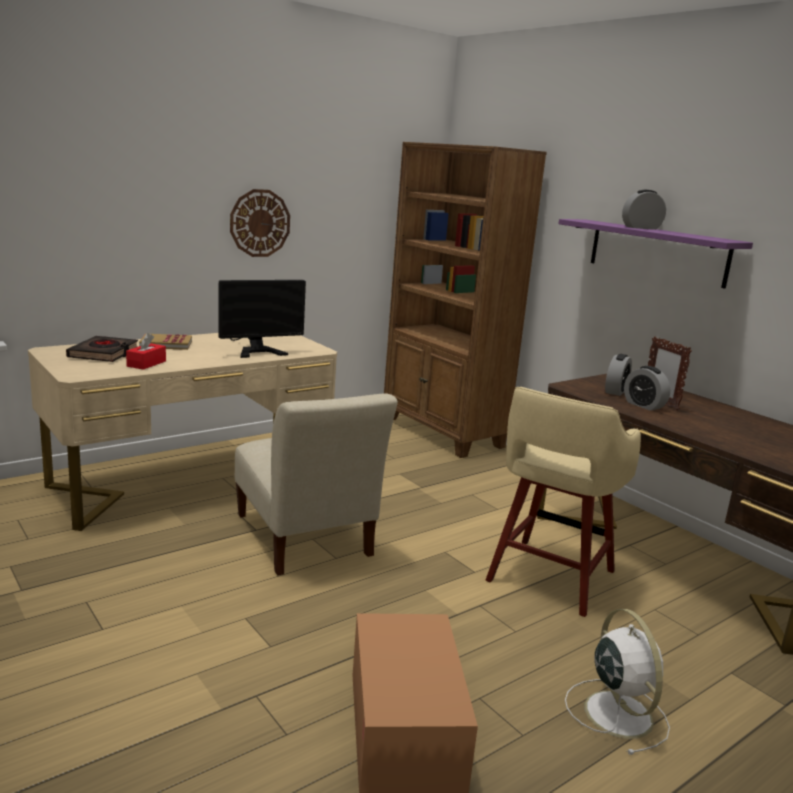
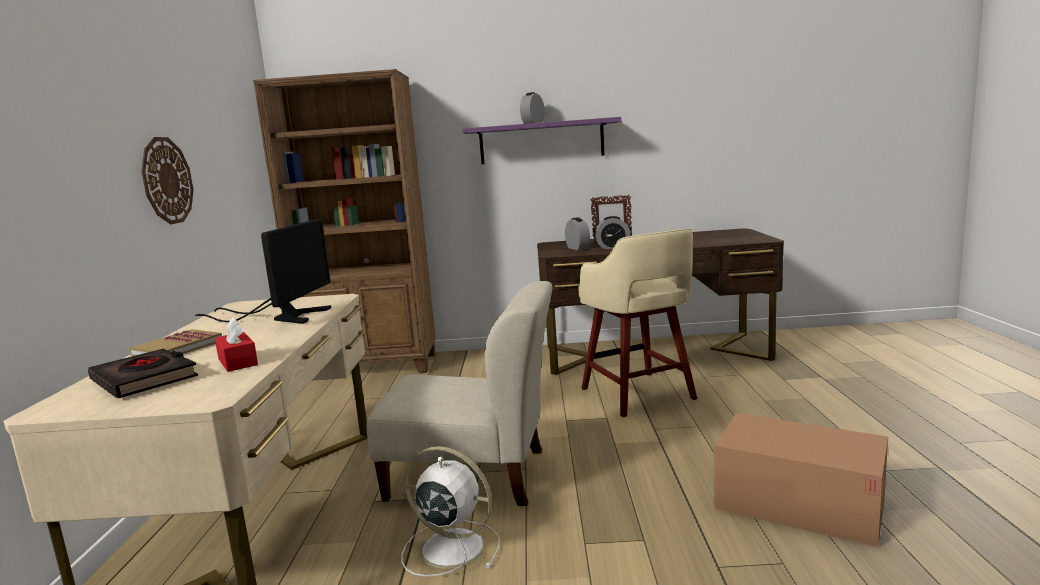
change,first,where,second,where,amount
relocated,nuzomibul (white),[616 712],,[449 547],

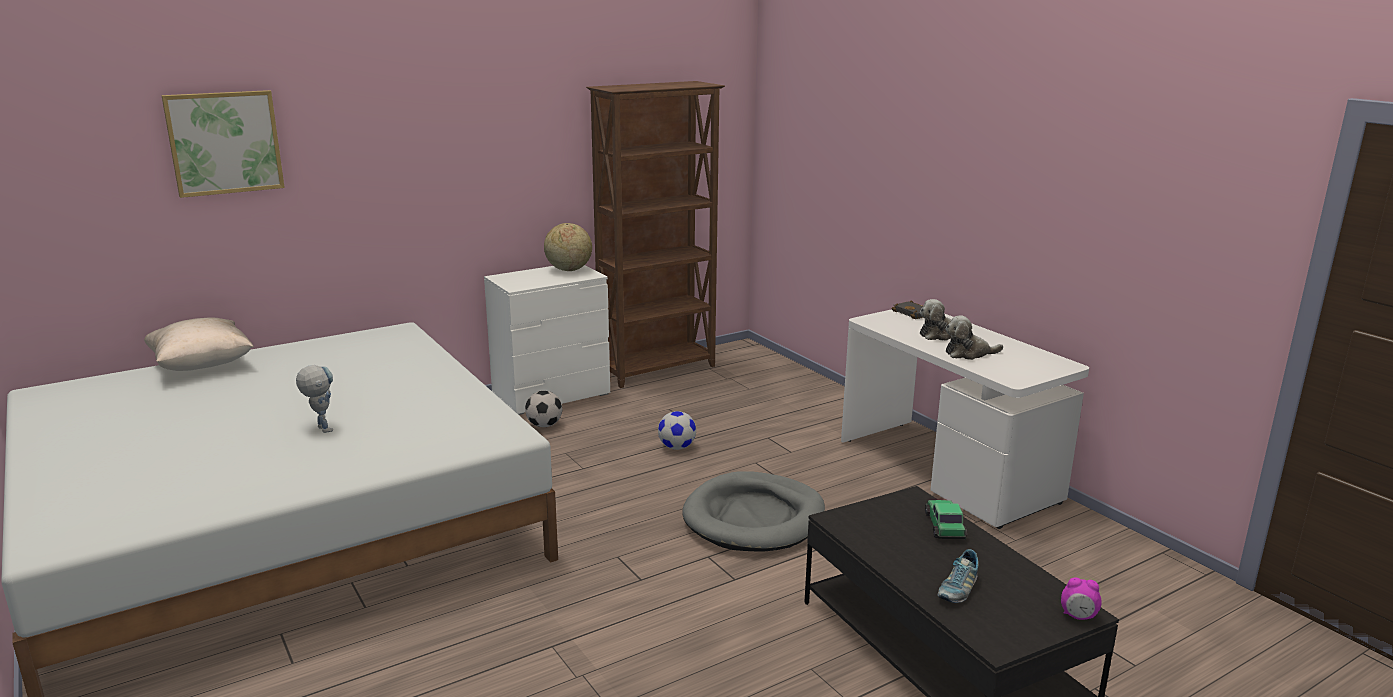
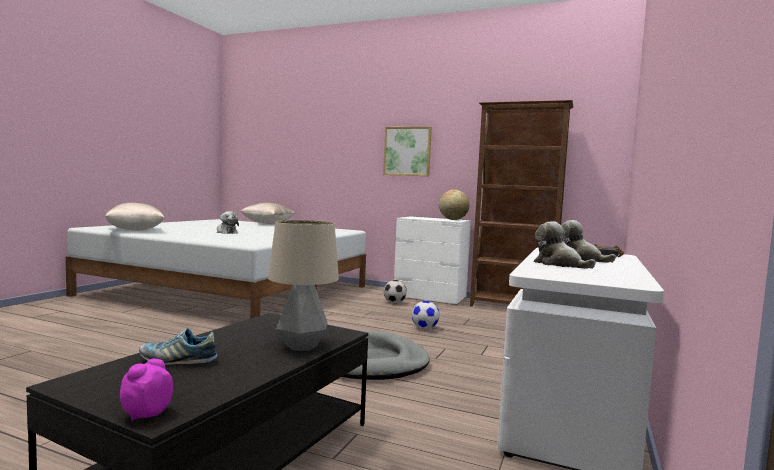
change,first,where,second,where,amount
appeared,,,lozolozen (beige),[134 230],
relocated,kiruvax,[224 142],,[407 151],
exchanged,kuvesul,[321 427],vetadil,[226 232],
exchanged,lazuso,[944 525],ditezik,[301 346],
spun,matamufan,[1078 616],,[146 414],45 degrees clockwise

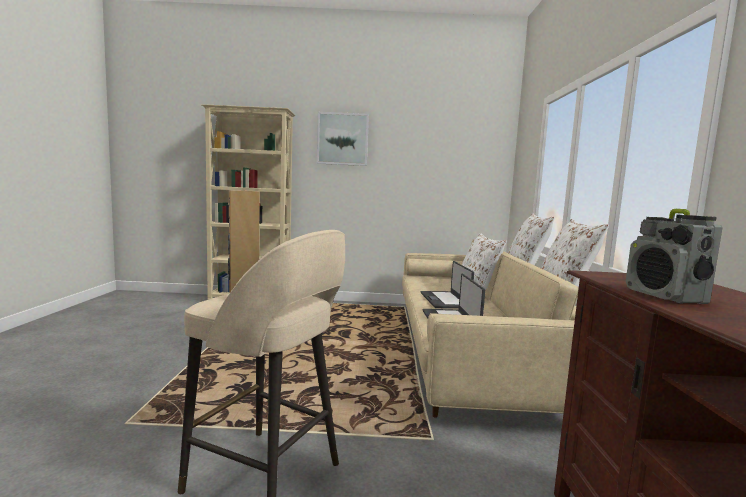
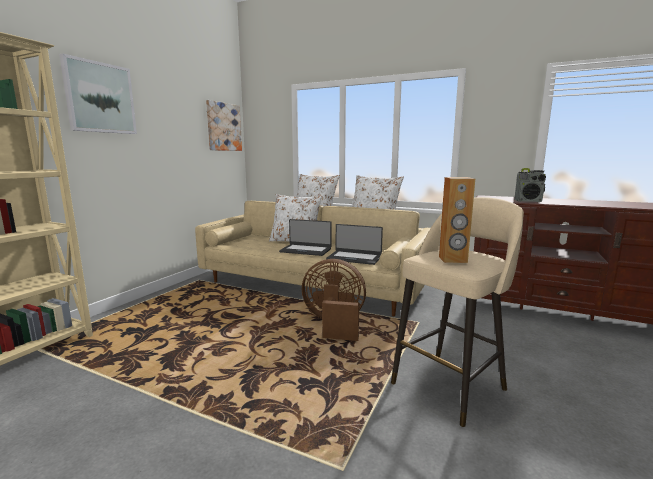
change,first,where,second,where,amount
appeared,,,kiruvax,[223 127],
appeared,,,nuzomibul (brown),[334 324],

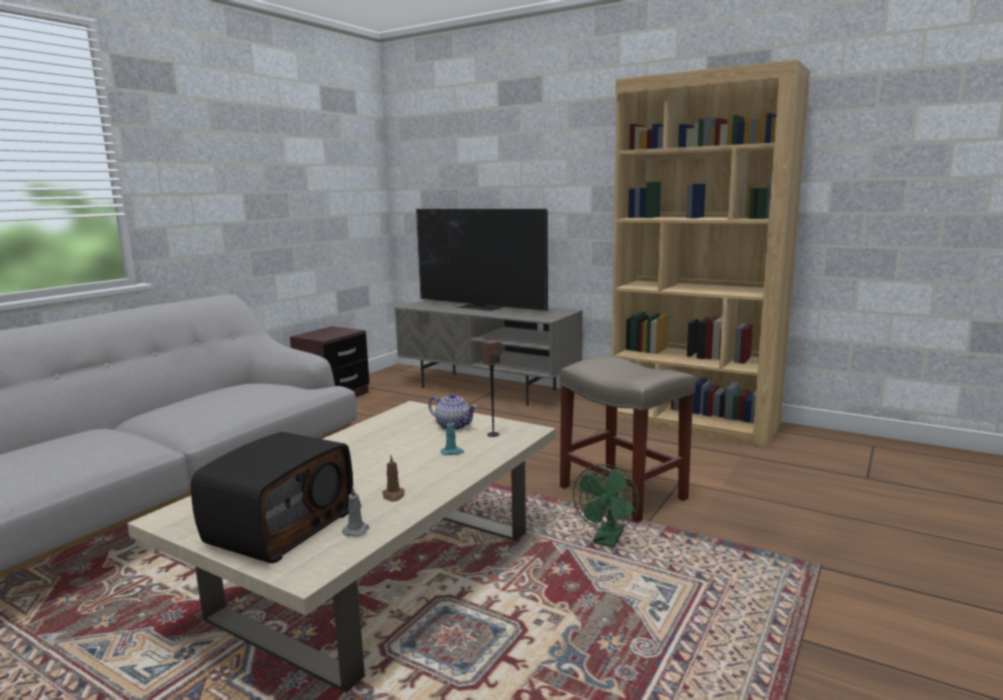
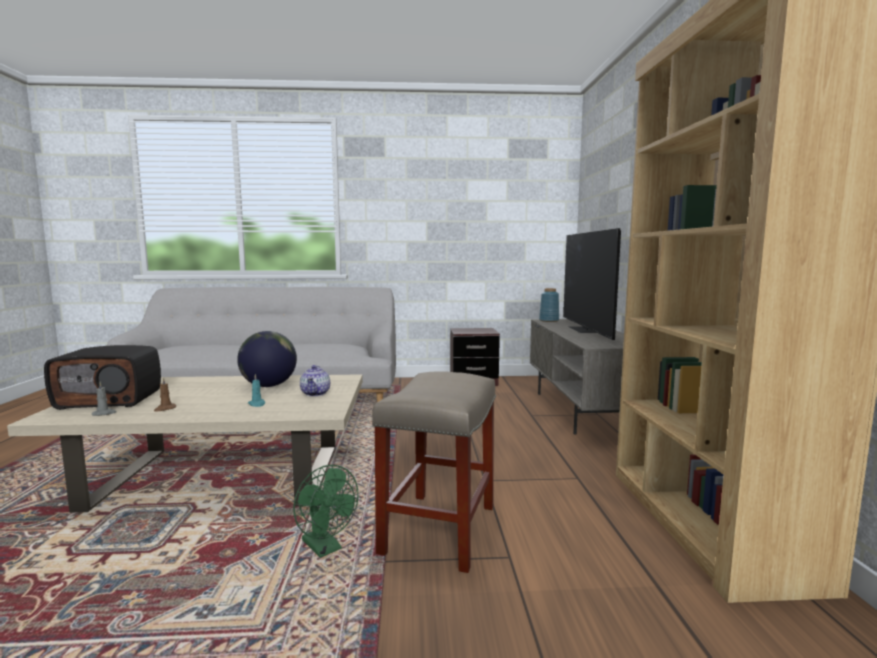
change,first,where,second,where,amount
missing,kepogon,[493 434],,,
appeared,,,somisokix,[269 385],
appeared,,,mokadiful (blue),[549 320],
spun,nuzomibul (green),[607 541],,[325 548],120 degrees counterclockwise

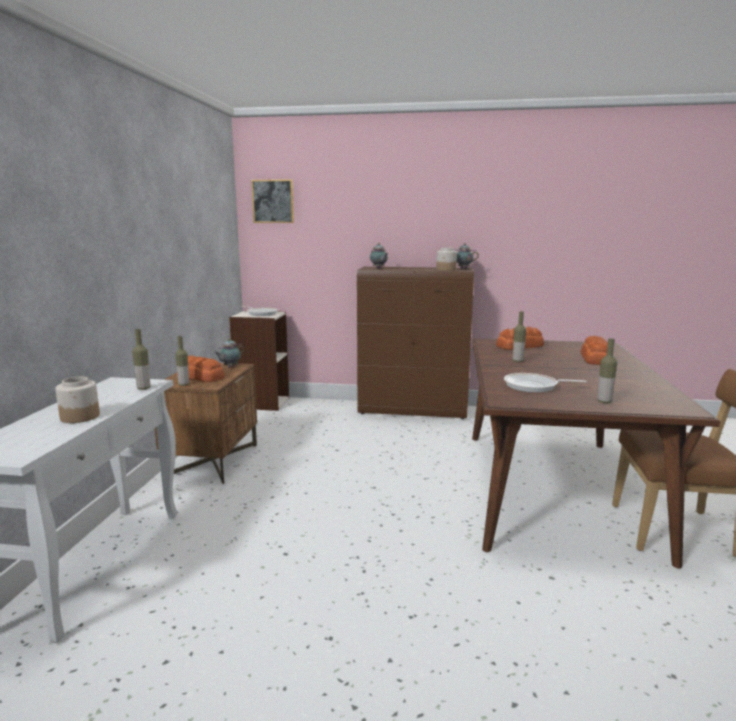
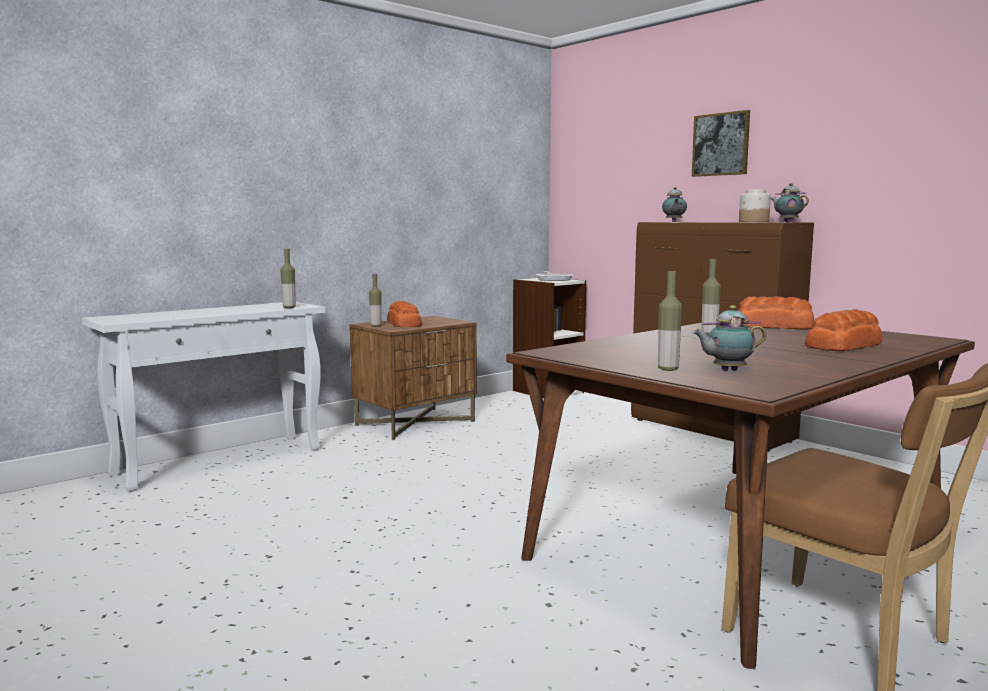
change,first,where,second,where,amount
missing,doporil,[80 417],,,
missing,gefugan,[533 386],,,
relocated,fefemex,[230 367],,[726 371],
relocated,kiruvax,[273 201],,[721 144],

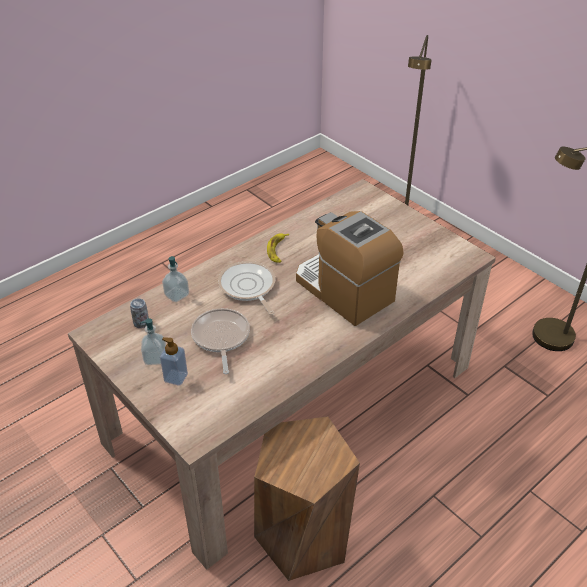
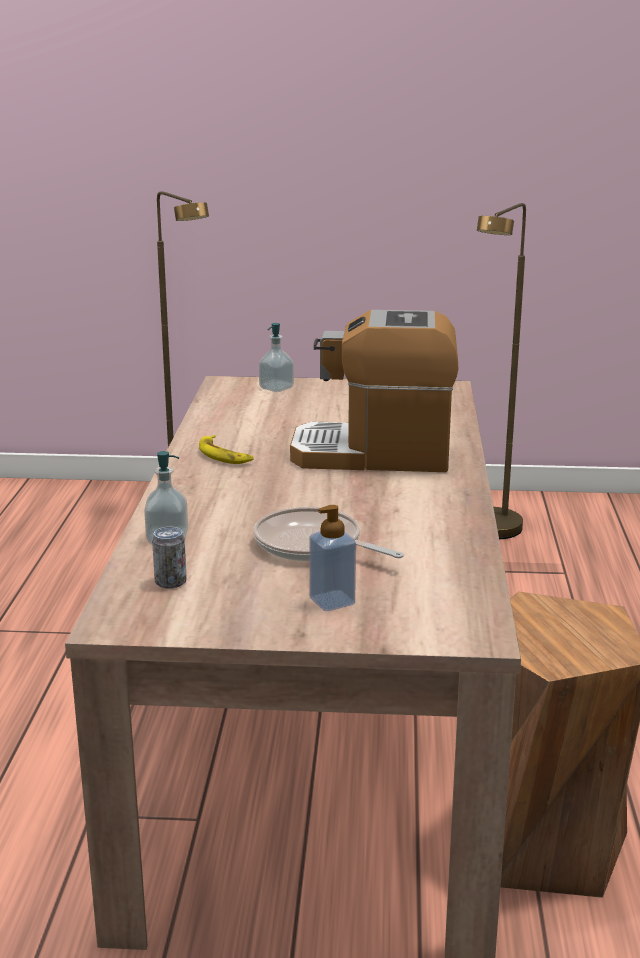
change,first,where,second,where,amount
missing,gefugan,[248 287],,,
relocated,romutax,[155 358],,[276 388],

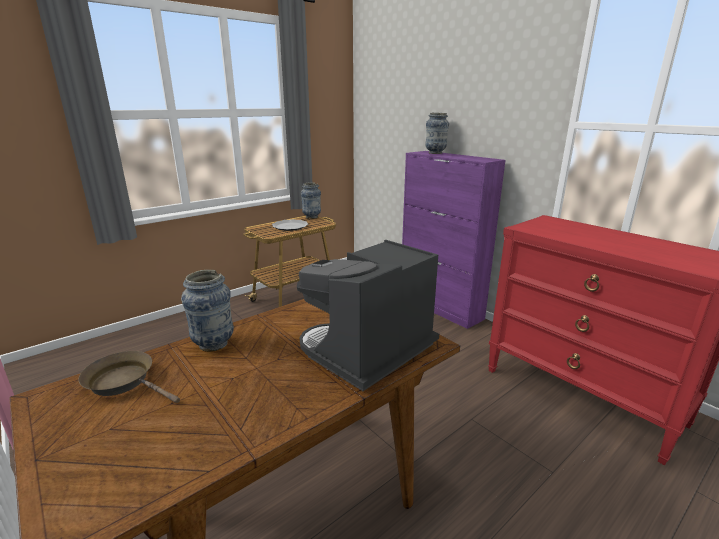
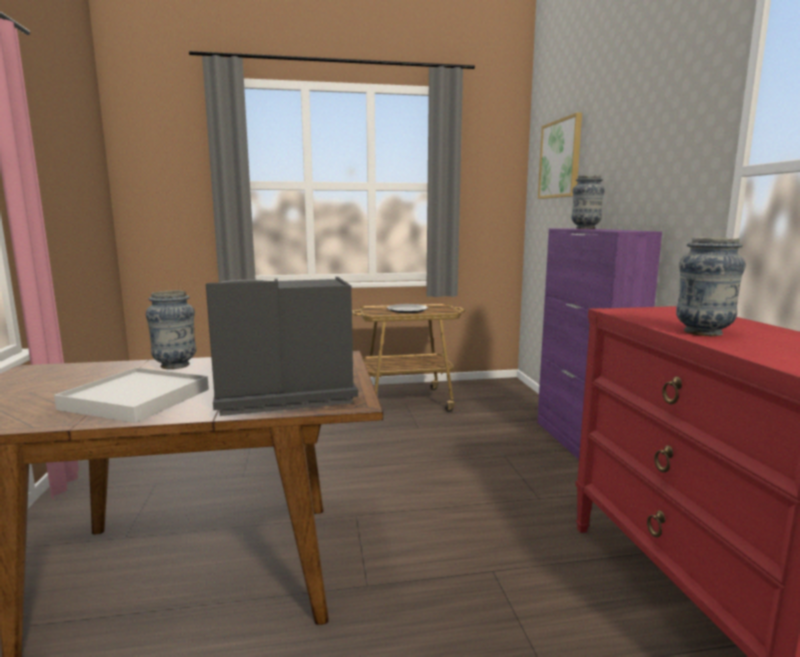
change,first,where,second,where,amount
missing,gefugan (brown),[124 382],,,
appeared,,,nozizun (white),[136 399],
appeared,,,kiruvax,[560 159],
relocated,mokadiful,[311 217],,[703 332],

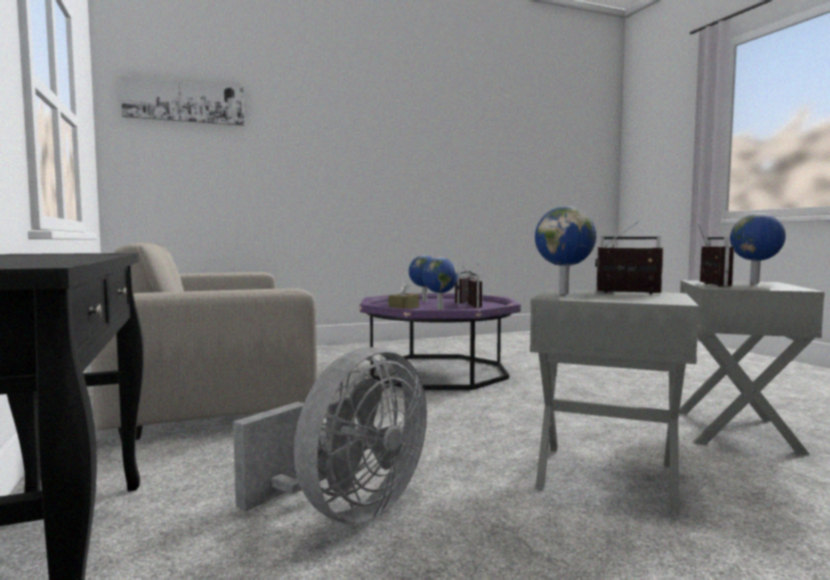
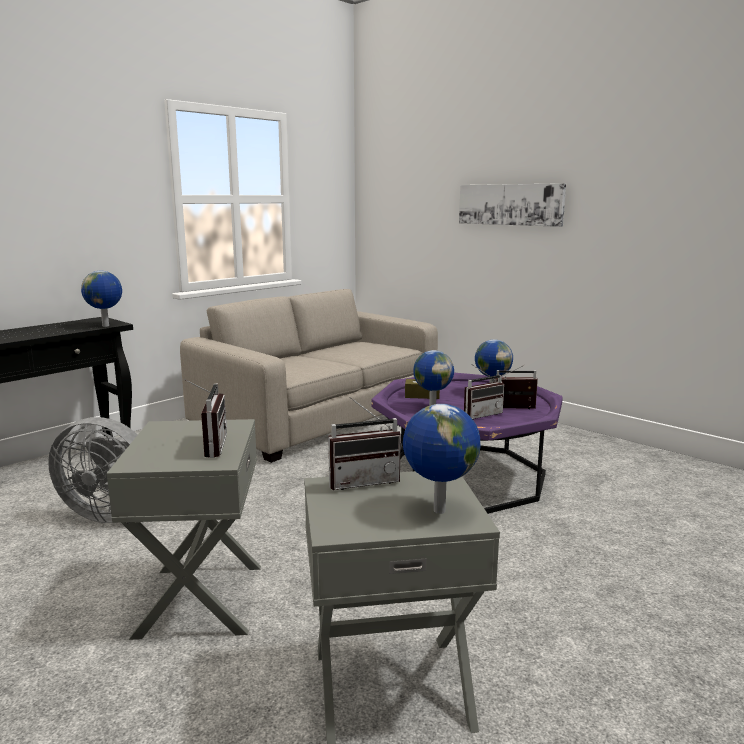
change,first,where,second,where,amount
relocated,kiruvax,[184 102],,[510 204],
relocated,somisokix,[564 293],,[106 326],

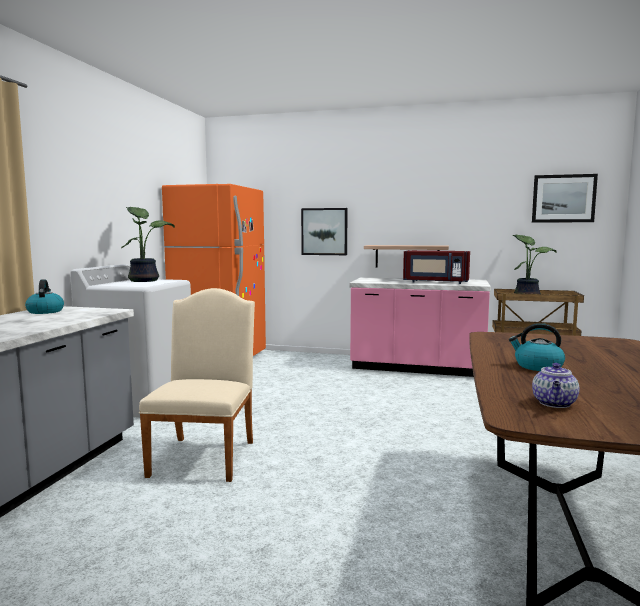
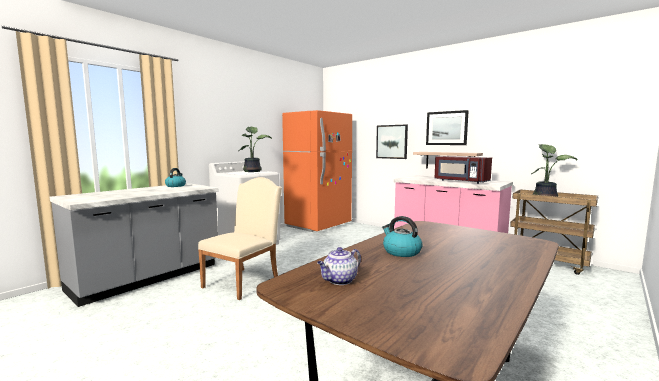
change,first,where,second,where,amount
relocated,kiruvax,[563 198],,[446 128],

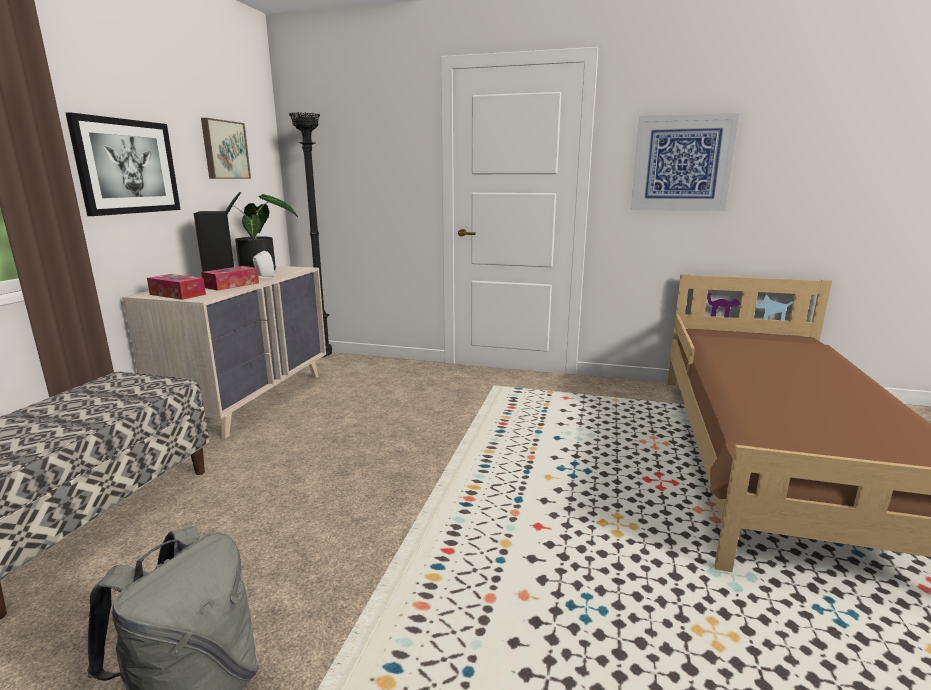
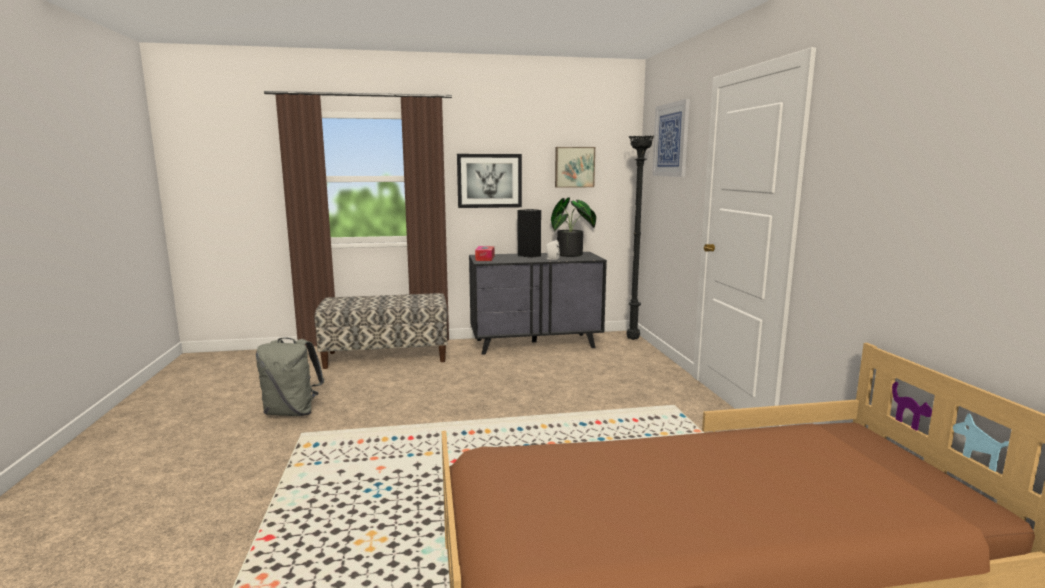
change,first,where,second,where,amount
missing,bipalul,[231 285],,,
relocated,kiruvax,[682 163],,[671 140],
colour,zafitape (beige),[250 399],zafitape (black),[535 343],

